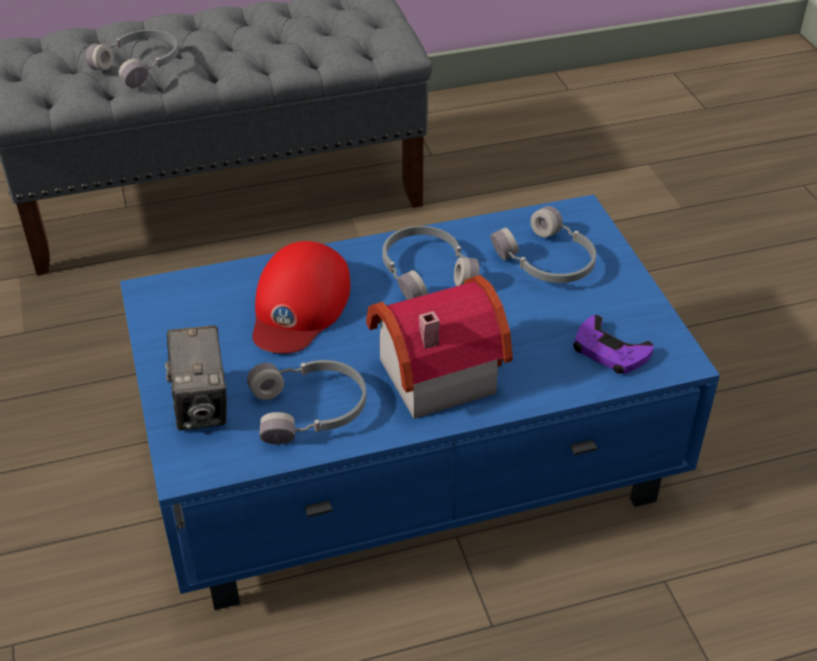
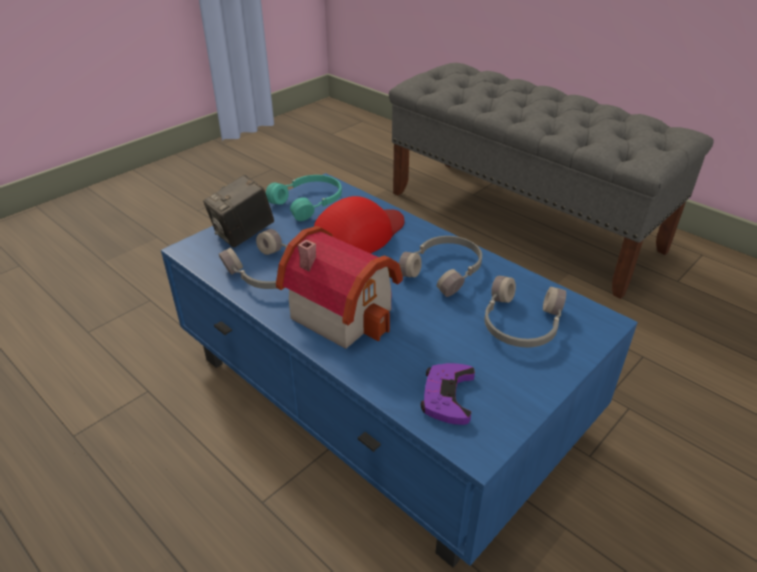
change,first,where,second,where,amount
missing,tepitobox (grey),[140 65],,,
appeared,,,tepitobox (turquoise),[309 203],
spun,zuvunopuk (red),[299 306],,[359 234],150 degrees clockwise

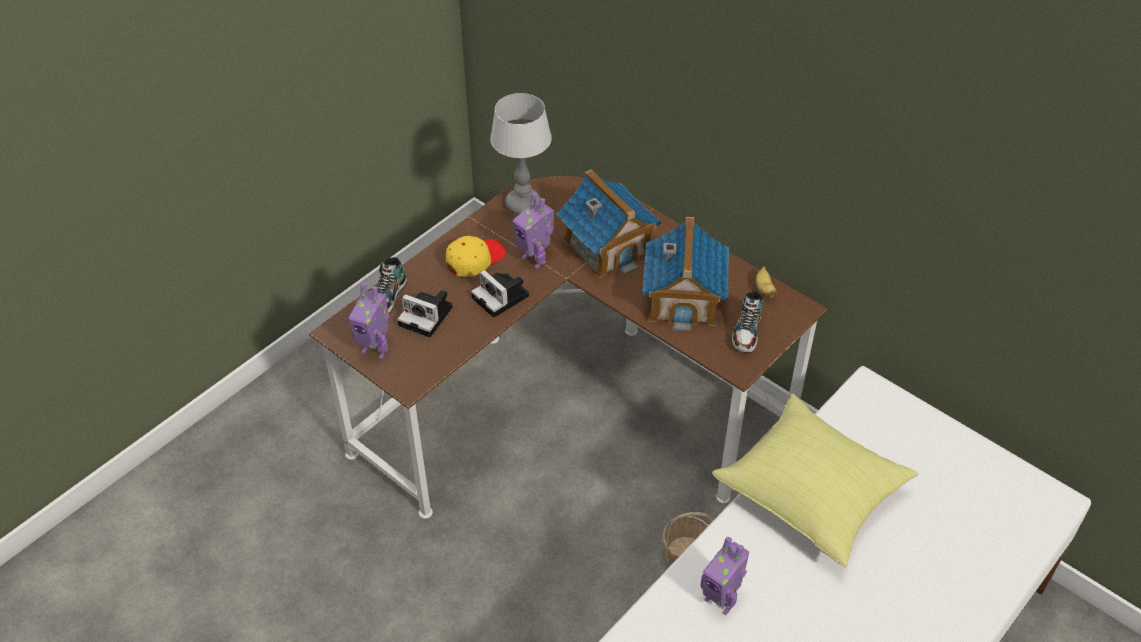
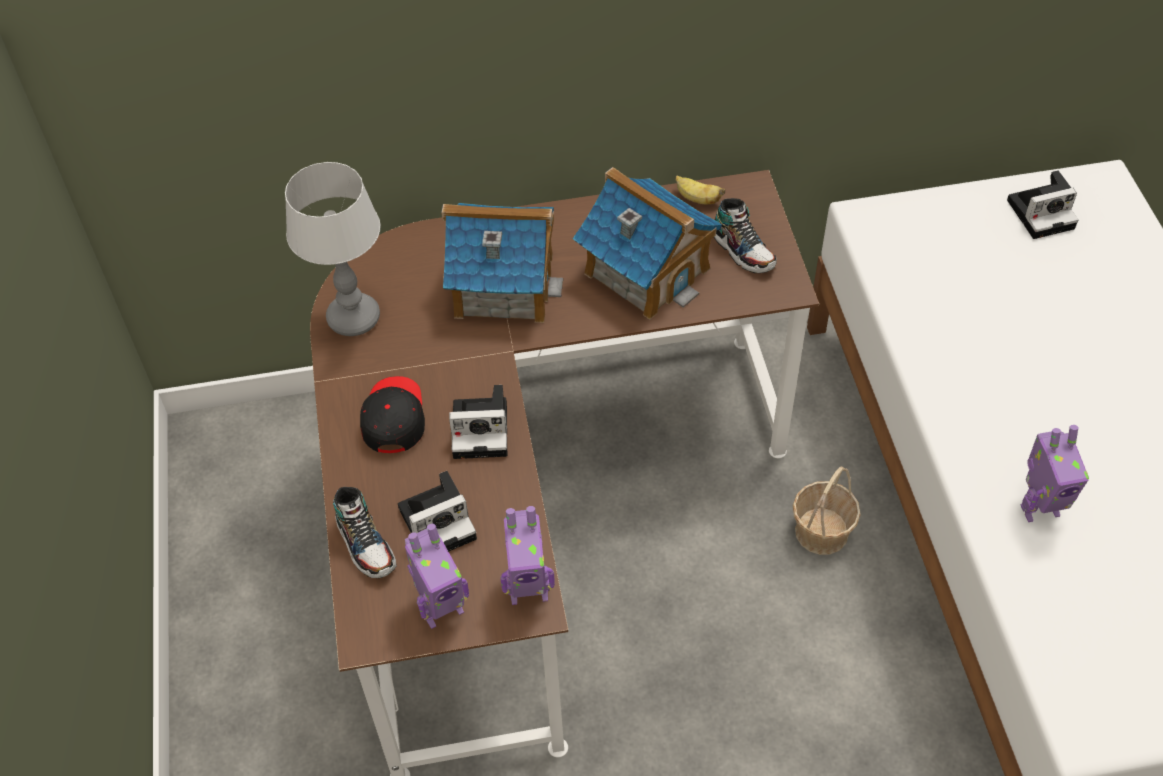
change,first,where,second,where,amount
missing,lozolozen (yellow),[812 494],,,
appeared,,,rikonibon,[1042 213],
relocated,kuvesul,[535 259],,[528 590],
colour,zuvunopuk (yellow),[475 259],zuvunopuk (black),[393 418],

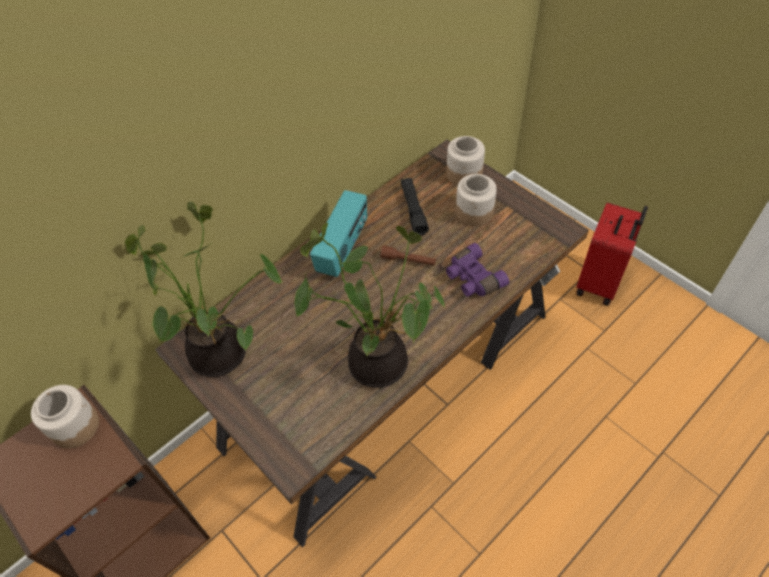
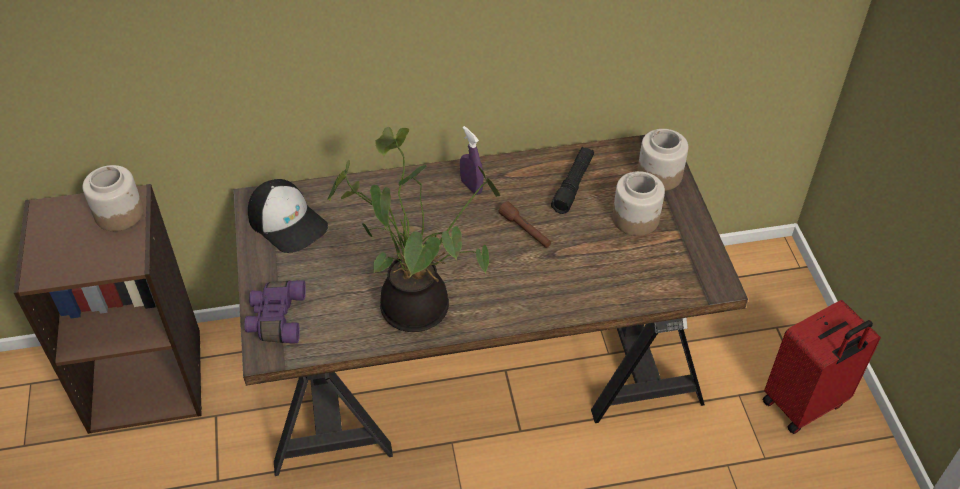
change,first,where,second,where,amount
relocated,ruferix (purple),[472 278],,[276 318],
exchanged,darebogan,[223 351],zuvunopuk,[288 222],
exchanged,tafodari,[343 248],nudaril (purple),[471 186],

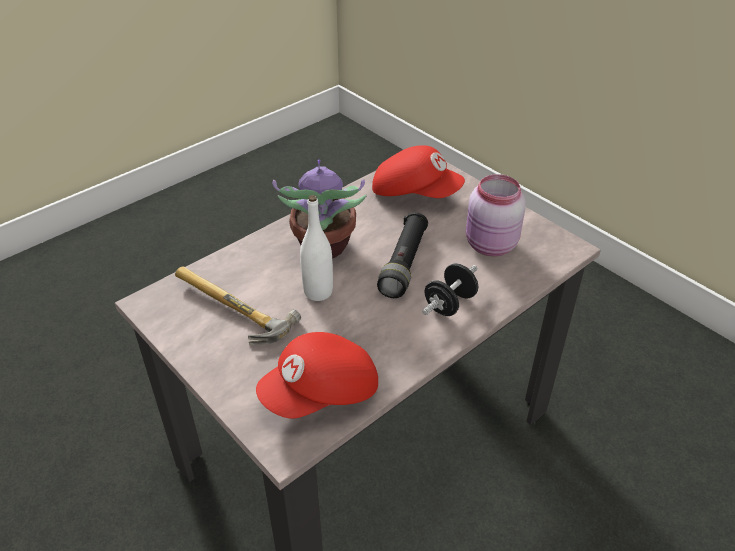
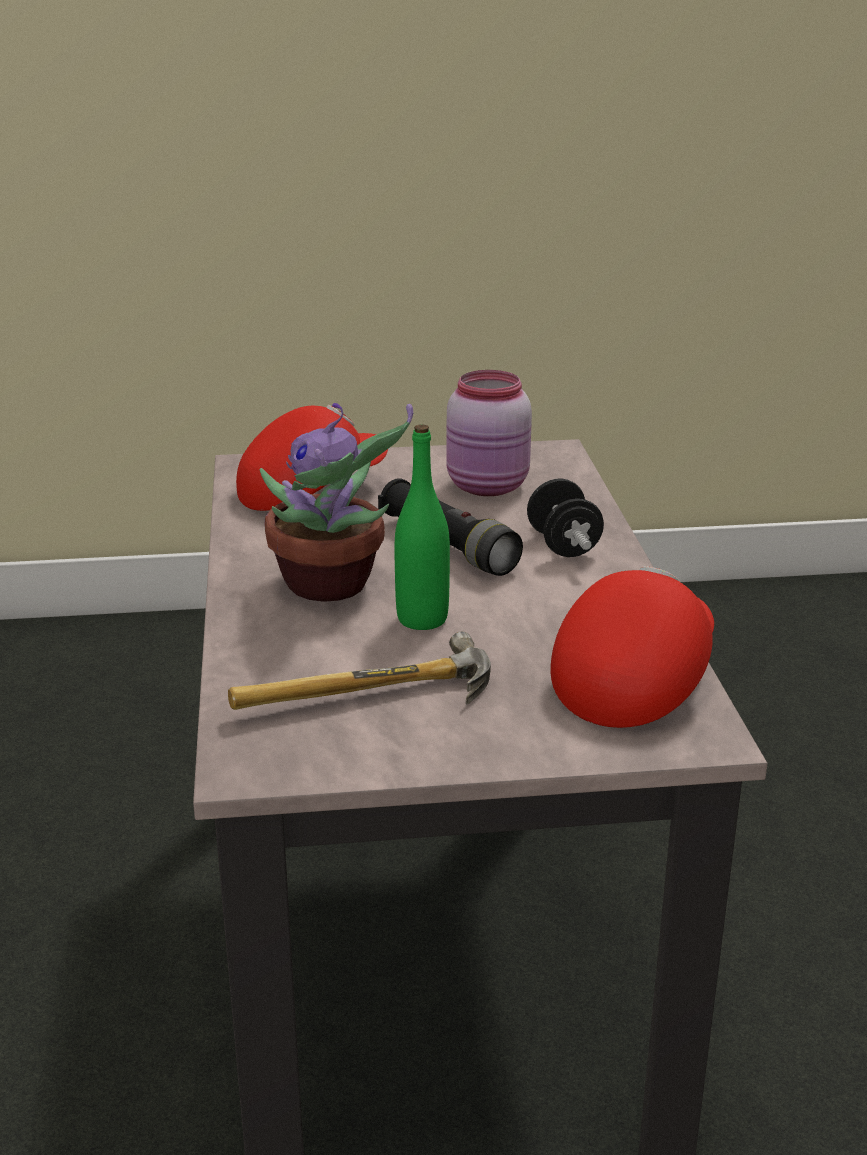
change,first,where,second,where,amount
colour,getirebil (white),[318 292],getirebil (green),[422 619],
spun,zuvunopuk (red),[322 394],,[632 679],150 degrees counterclockwise

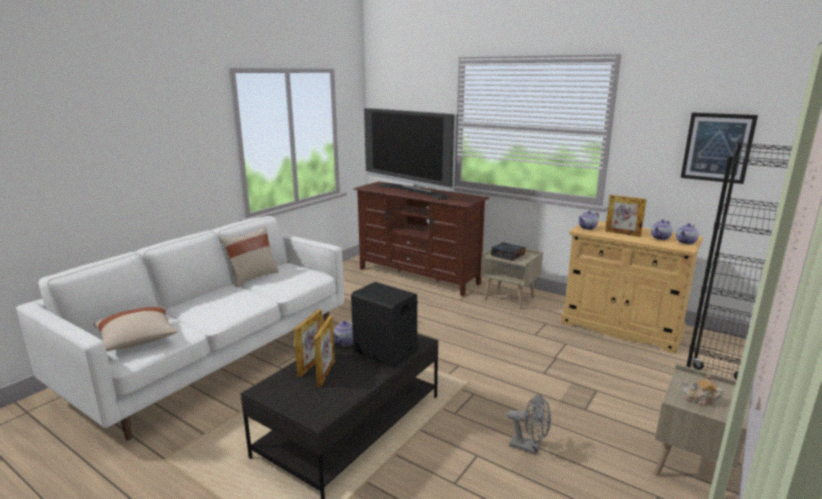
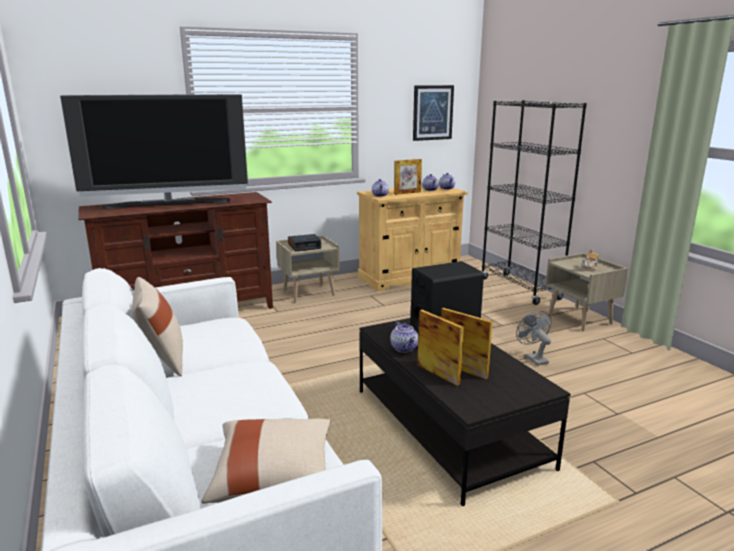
change,first,where,second,where,amount
spun,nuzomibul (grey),[529 447],,[533 358],75 degrees counterclockwise

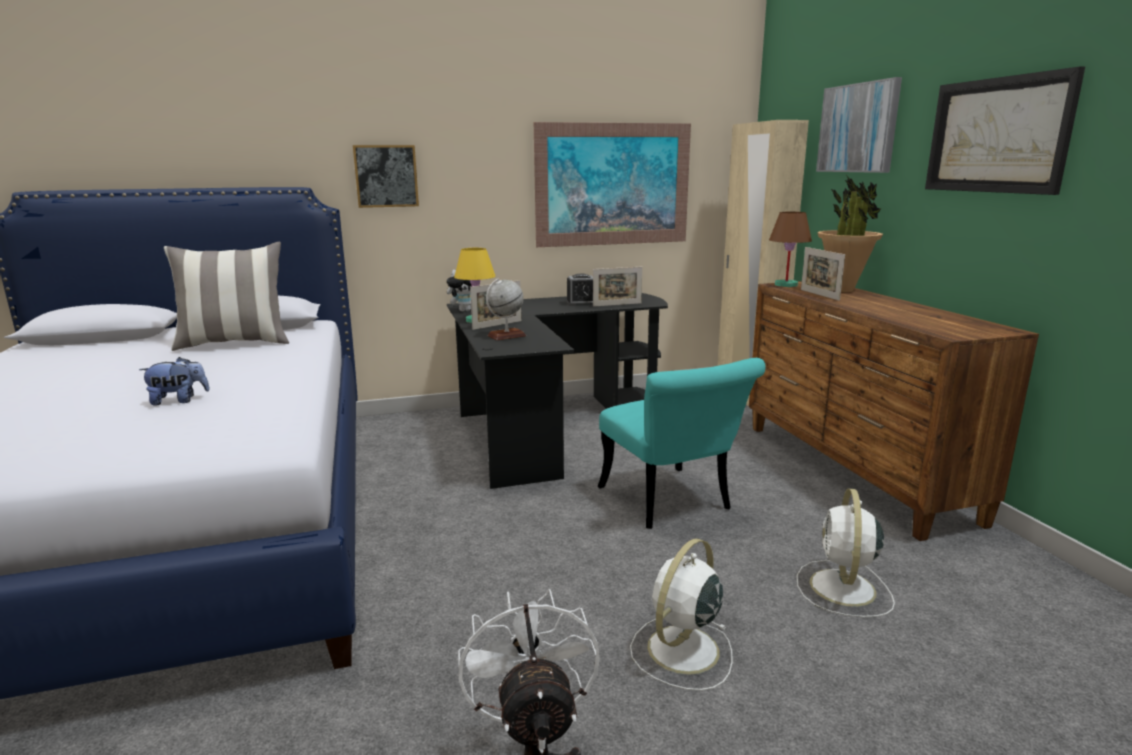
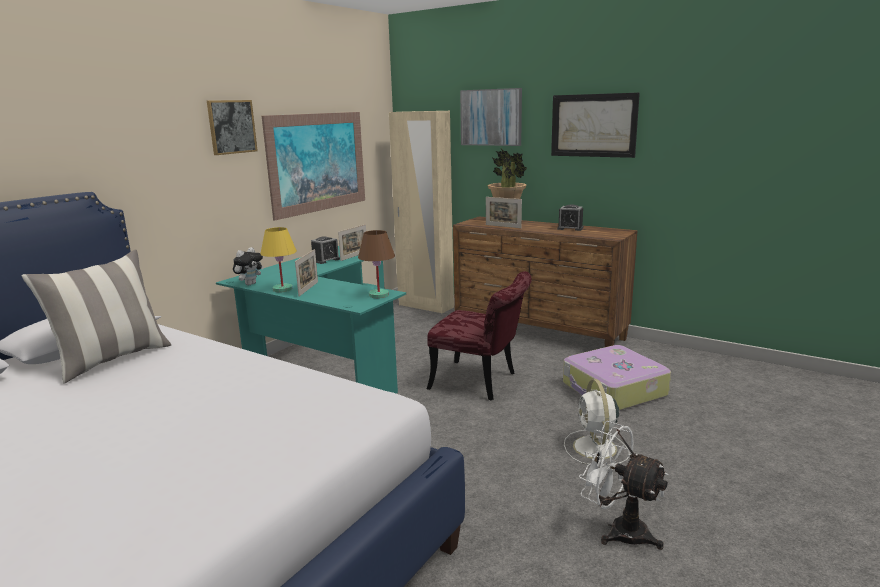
change,first,where,second,where,amount
missing,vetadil,[179 400],,,
missing,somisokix,[506 336],,,
appeared,,,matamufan,[570 228],
relocated,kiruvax,[386 176],,[231 127],
relocated,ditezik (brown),[786 285],,[378 295],
exchanged,nuzomibul (white),[842 589],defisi,[613 390],
colour,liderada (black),[546 425],liderada (turquoise),[327 364],
colour,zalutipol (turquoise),[671 504],zalutipol (red),[481 382],

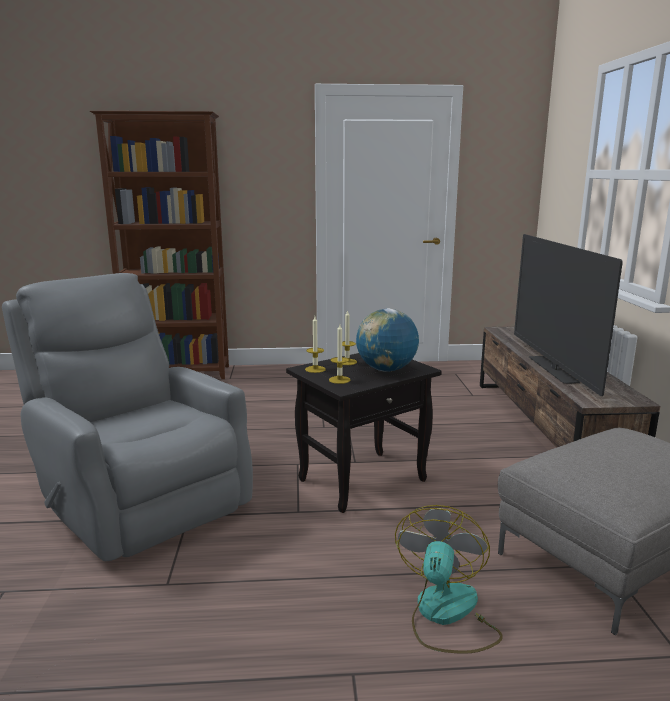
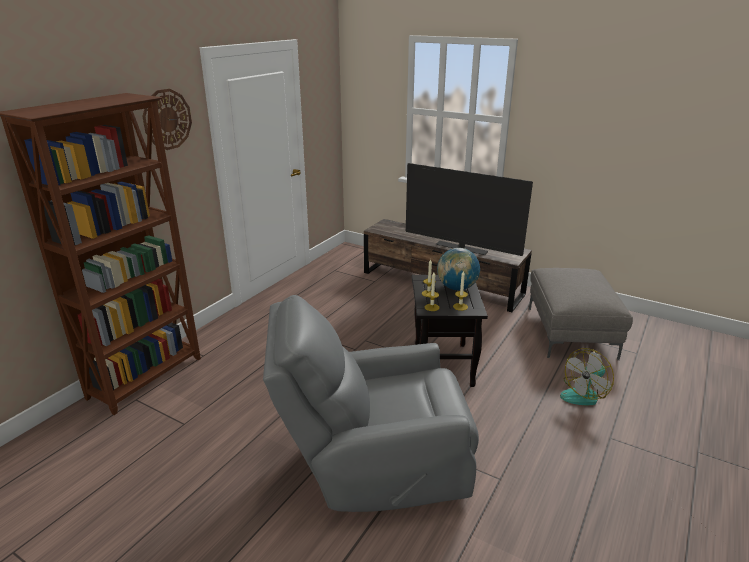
change,first,where,second,where,amount
appeared,,,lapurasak,[167 119],
spun,nuzomibul,[445 615],,[584 394],90 degrees counterclockwise

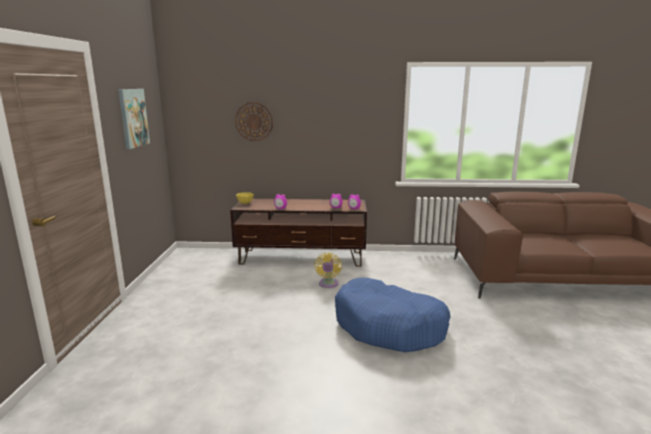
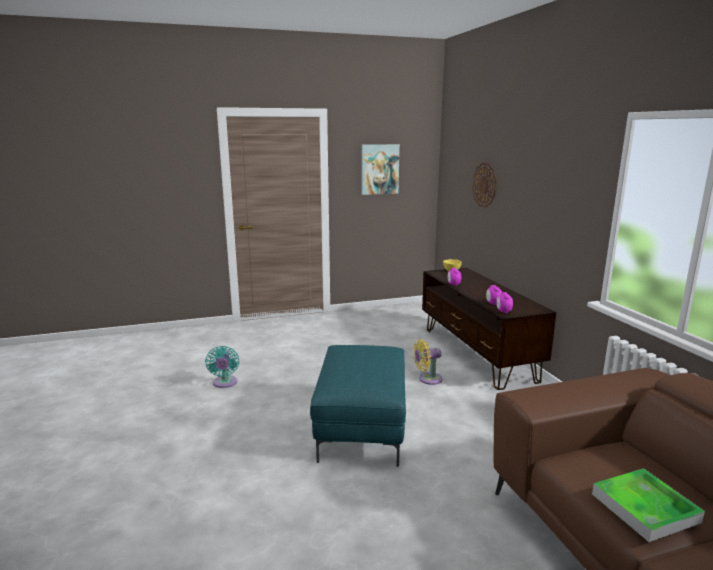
change,first,where,second,where,amount
appeared,,,nuzomibul (turquoise),[225 383],
appeared,,,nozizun,[644 508],
exchanged,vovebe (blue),[389 327],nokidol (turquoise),[360 428],

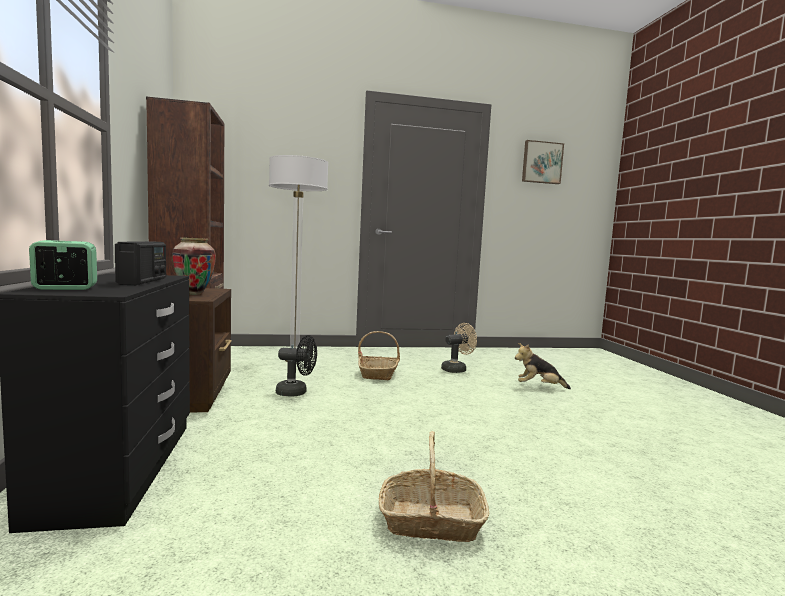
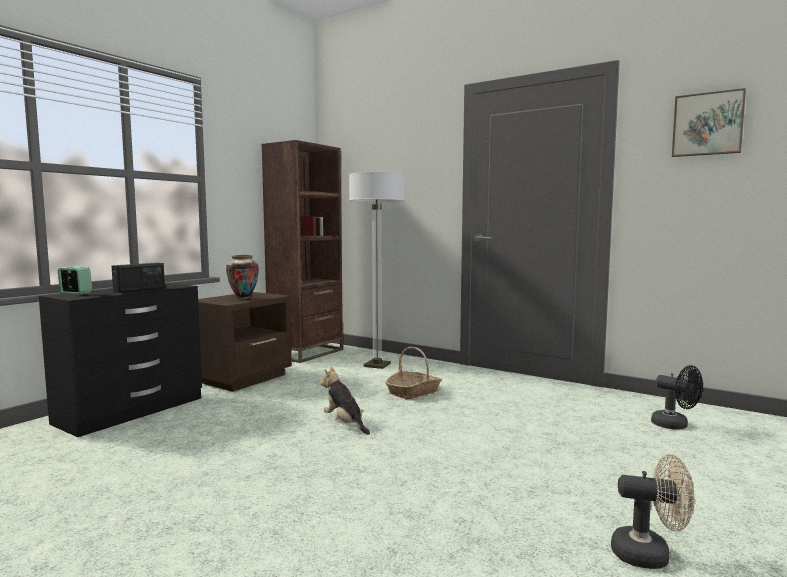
change,first,where,second,where,amount
missing,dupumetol,[431 521],,,
relocated,nuzomibul (black),[296 392],,[675 425],
relocated,nuzomibul (beige),[457 369],,[650 554],
relocated,vetadil,[539 387],,[345 424],

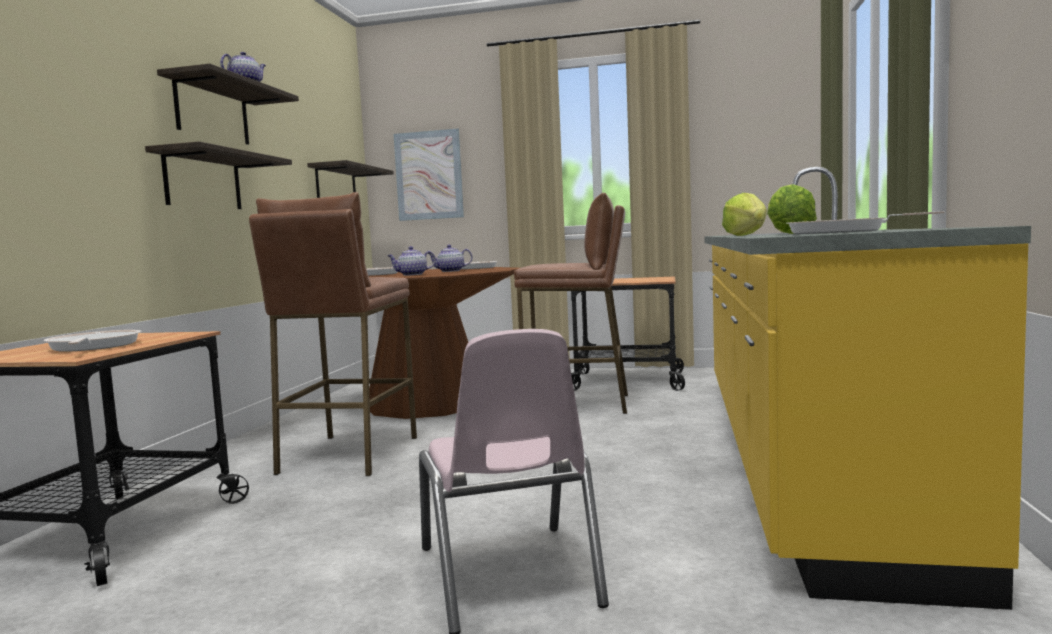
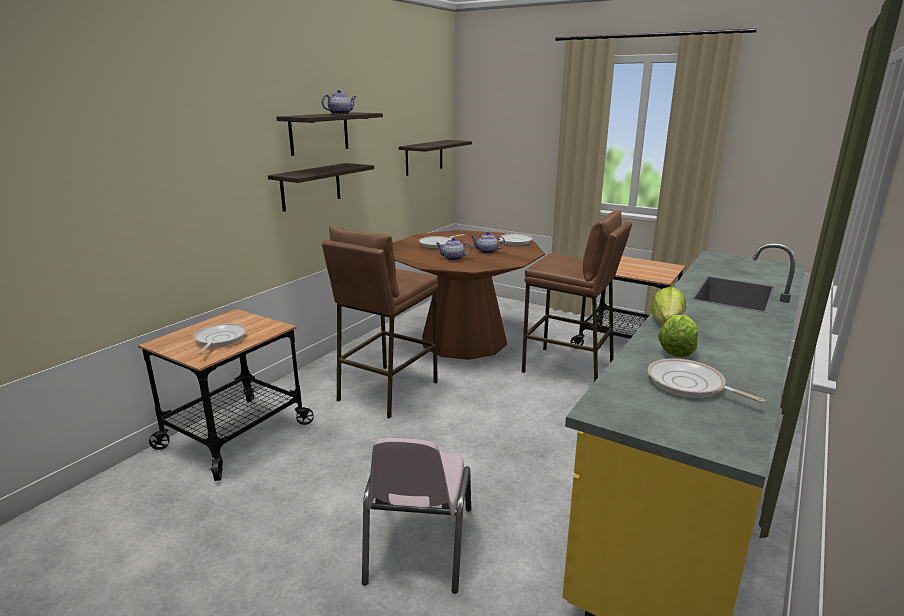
change,first,where,second,where,amount
missing,kiruvax,[429 175],,,

